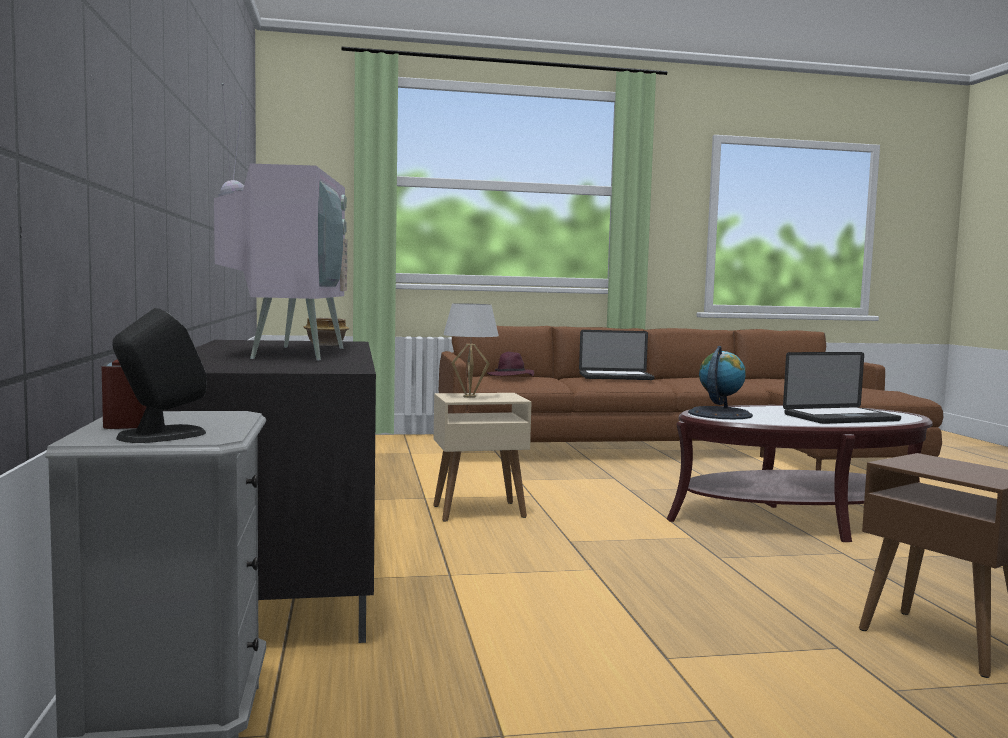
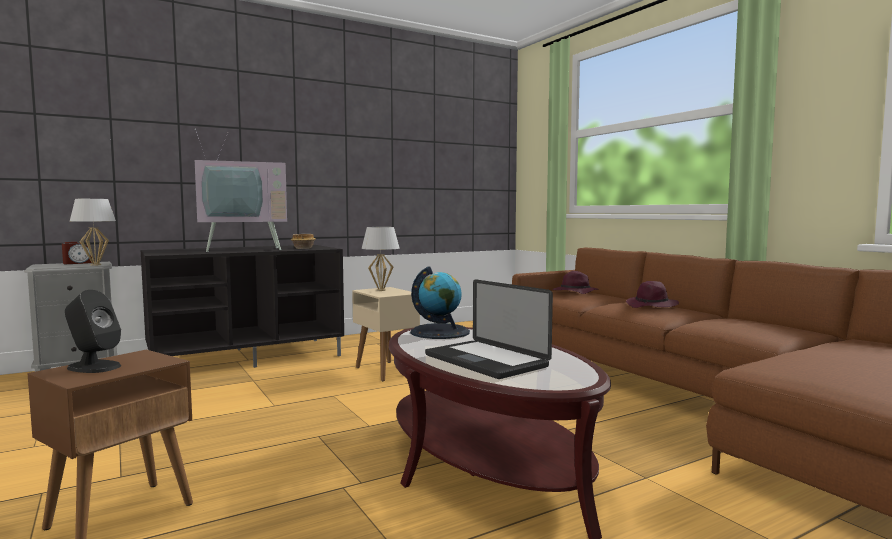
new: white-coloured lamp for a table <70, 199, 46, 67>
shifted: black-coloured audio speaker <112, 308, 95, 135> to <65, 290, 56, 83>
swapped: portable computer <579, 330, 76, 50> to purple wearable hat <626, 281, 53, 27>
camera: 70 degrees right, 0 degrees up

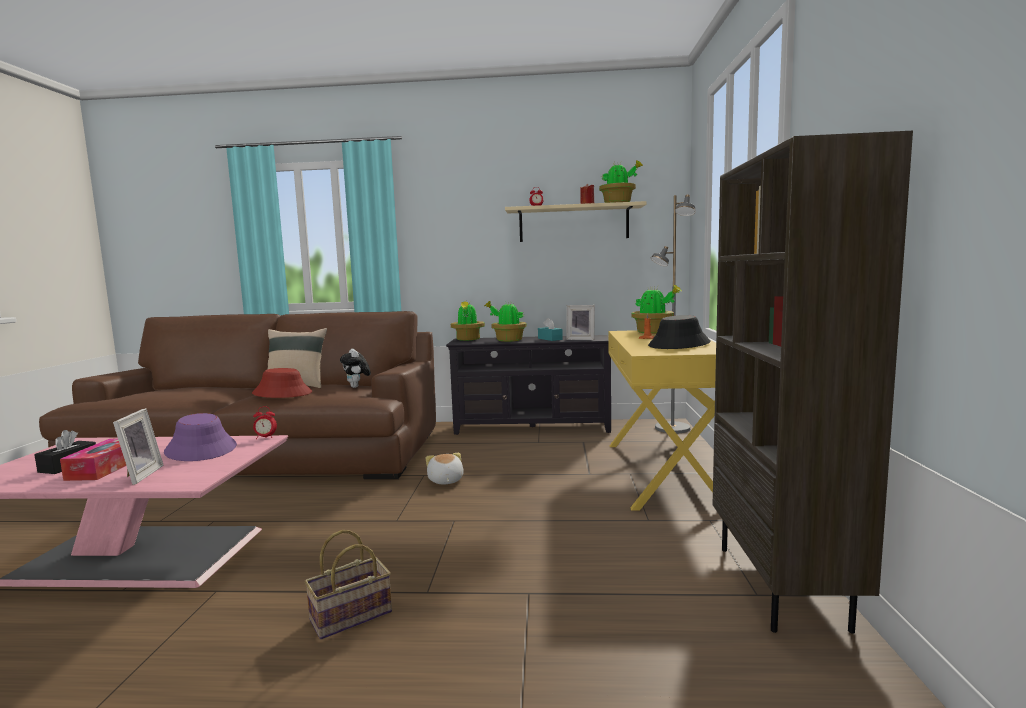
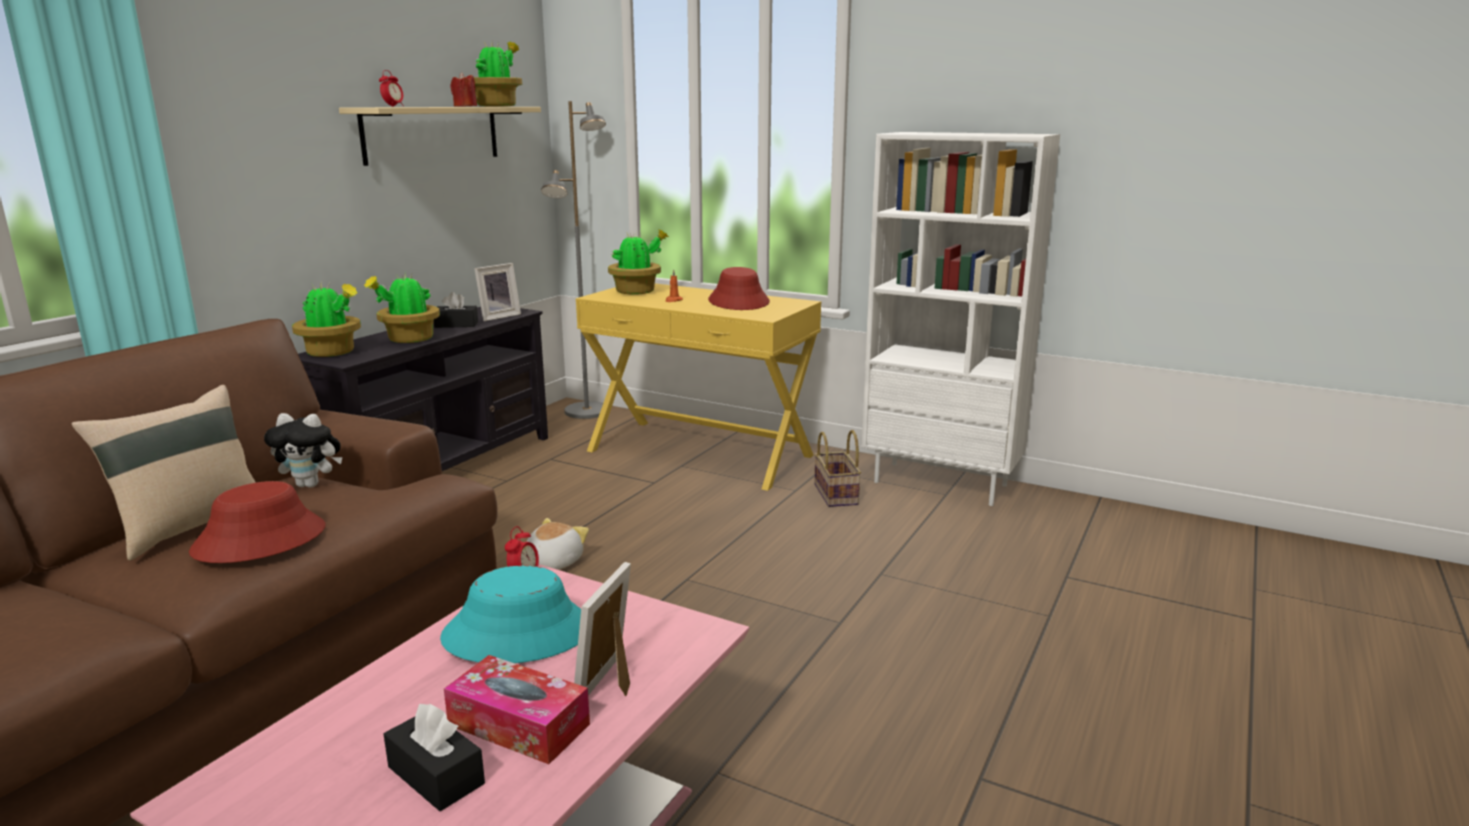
shifted: storage basket <304, 530, 88, 110> to <814, 430, 47, 77>
repainted: blue-green tissue holder <538, 318, 25, 23> to black-coloured tissue holder <434, 292, 44, 36>; purple wearable hat <164, 413, 73, 48> to blue-green wearable hat <440, 566, 141, 97>; black-coloured wearable hat <648, 315, 63, 34> to reddish wearable hat <708, 267, 62, 43>; brown-coloured shelving unit <713, 131, 200, 503> to white-coloured shelving unit <861, 132, 199, 374>
rotated: cuddly toy <426, 453, 38, 31> = <526, 518, 63, 52> 105 degrees clockwise; standing frame <113, 408, 51, 77> = <574, 562, 57, 134> 90 degrees counterclockwise
camera: 65 degrees left, 10 degrees up

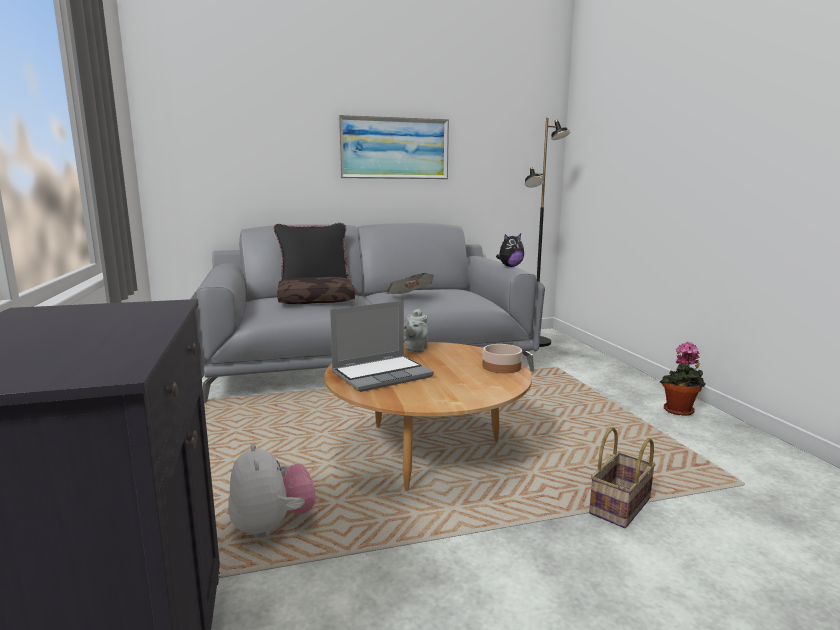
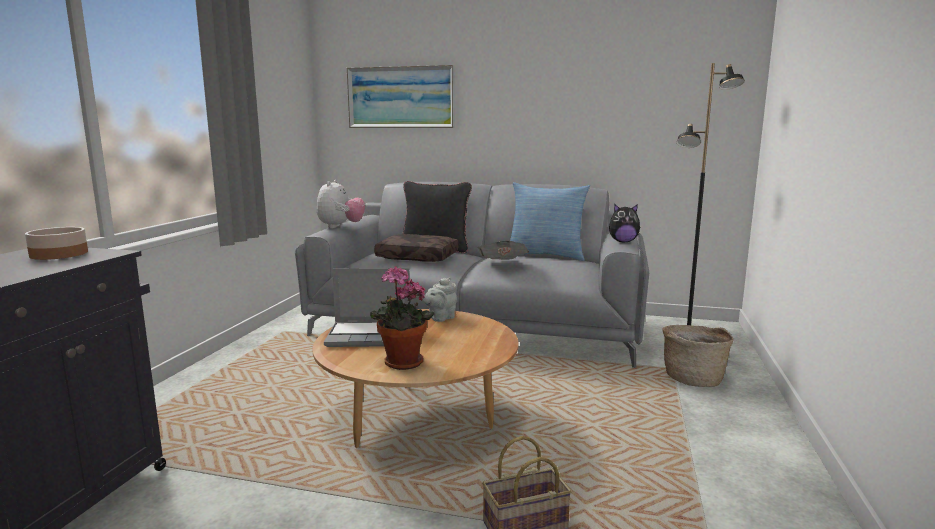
new: cushion <510, 182, 80, 79>; storage basket <662, 325, 71, 62>
shifted: deep dish <482, 344, 40, 29> to <25, 227, 63, 33>; cuddly toy <228, 443, 88, 95> to <317, 180, 48, 48>; wall art <339, 115, 110, 64> to <347, 65, 108, 63>; potted plant <660, 342, 46, 74> to <370, 266, 64, 104>
camera: 30 degrees right, 0 degrees up

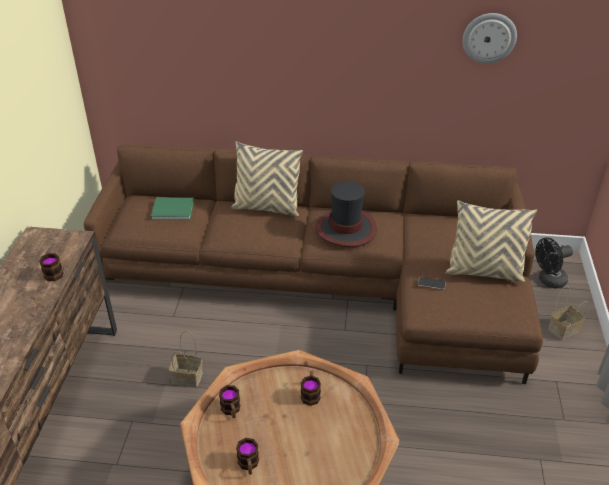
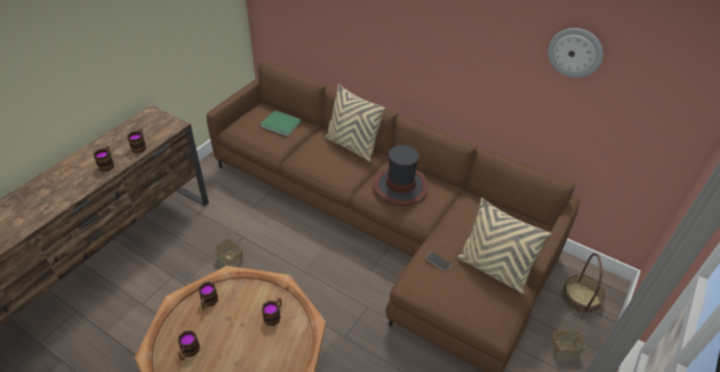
new: mug <93, 146, 21, 26>
swapped: black-coloured electric fan <535, 238, 38, 51> to storage basket <561, 253, 44, 61>
camera: 25 degrees right, 5 degrees up

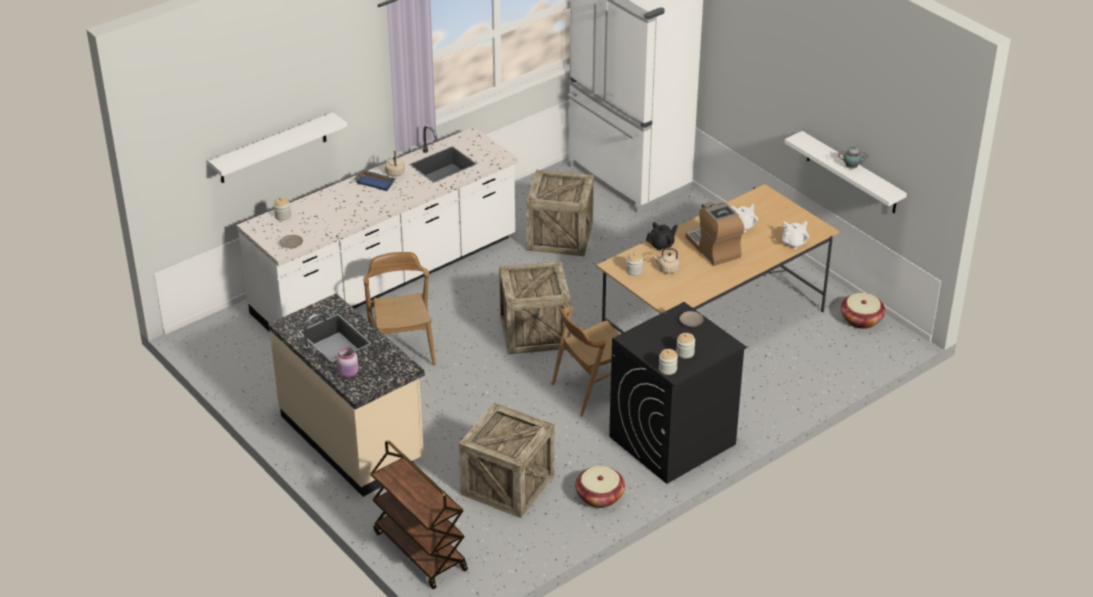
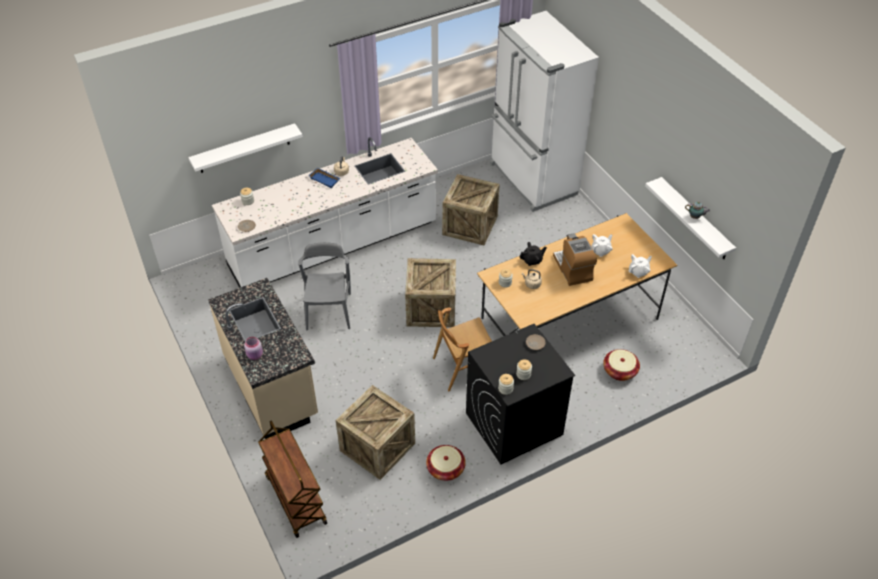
shifted: storage basket <841, 293, 44, 36> to <603, 349, 37, 32>
repainted: brown-coloured chair <363, 252, 73, 114> to greyish chair <298, 242, 53, 89>
camera: 10 degrees right, 10 degrees up

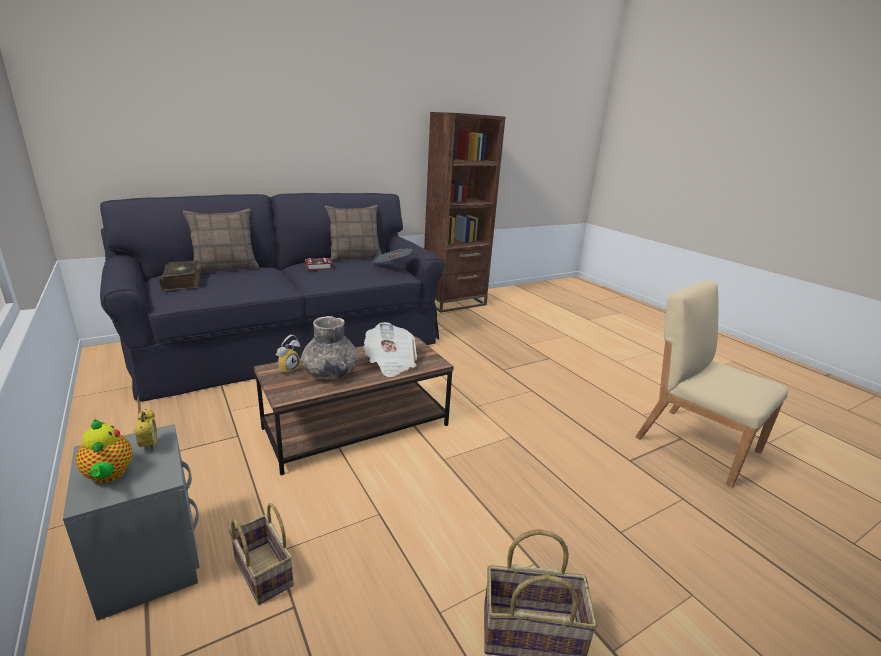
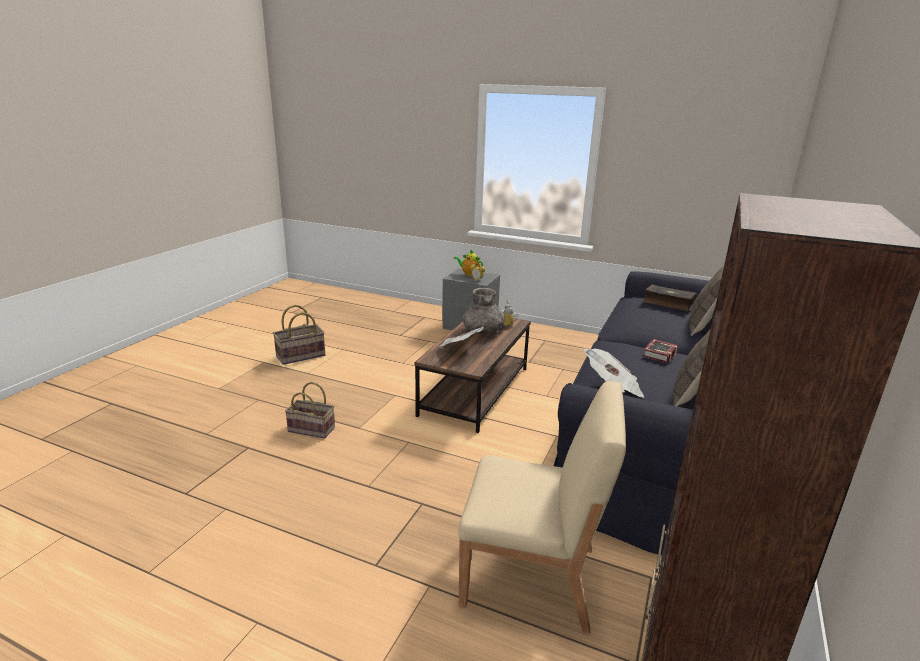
shifted: storage basket <229, 503, 65, 102> to <285, 382, 50, 56>; beige chair <636, 280, 152, 207> to <458, 381, 168, 253>
camera: 145 degrees right, 0 degrees up

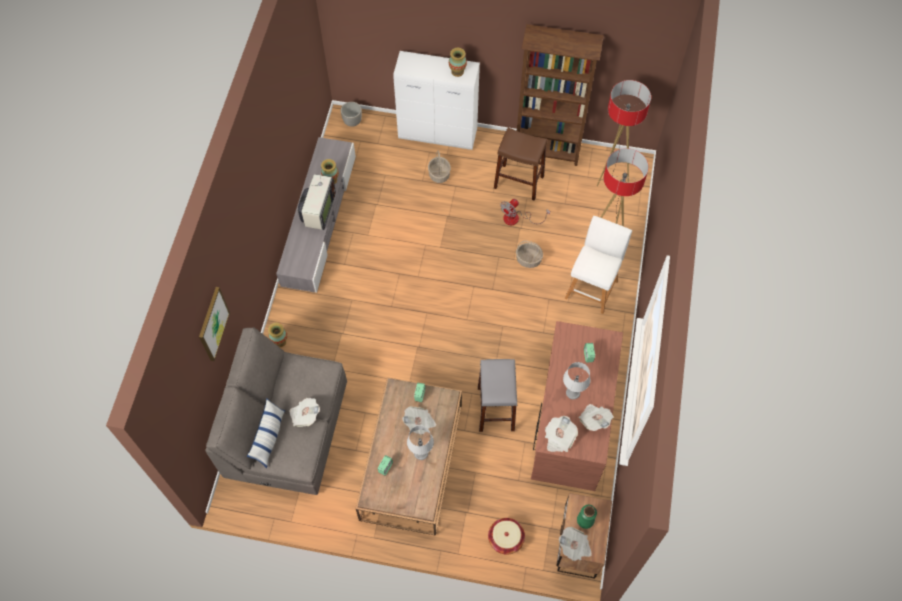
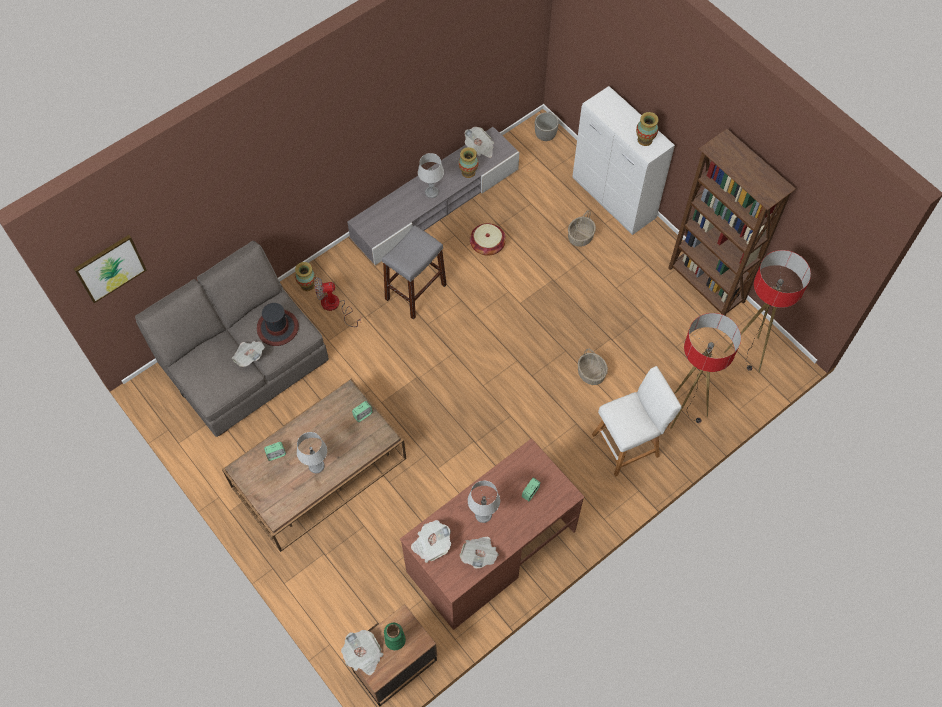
gone: cushion <247, 398, 38, 70>; brown-coloured stool <494, 128, 54, 73>
new: wearable hat <257, 303, 42, 43>
shifted: wall art <199, 287, 31, 74> to <74, 235, 73, 68>; electric fan <500, 199, 50, 26> to <315, 277, 46, 50>; greyish stool <478, 359, 39, 73> to <382, 225, 65, 95>; printed paper <402, 406, 34, 29> to <465, 127, 29, 31>; storage basket <488, 518, 37, 37> to <470, 223, 36, 33>
swapped: TV <298, 171, 38, 59> to greyish lamp for a table <418, 153, 26, 45>
camera: 40 degrees right, 0 degrees up

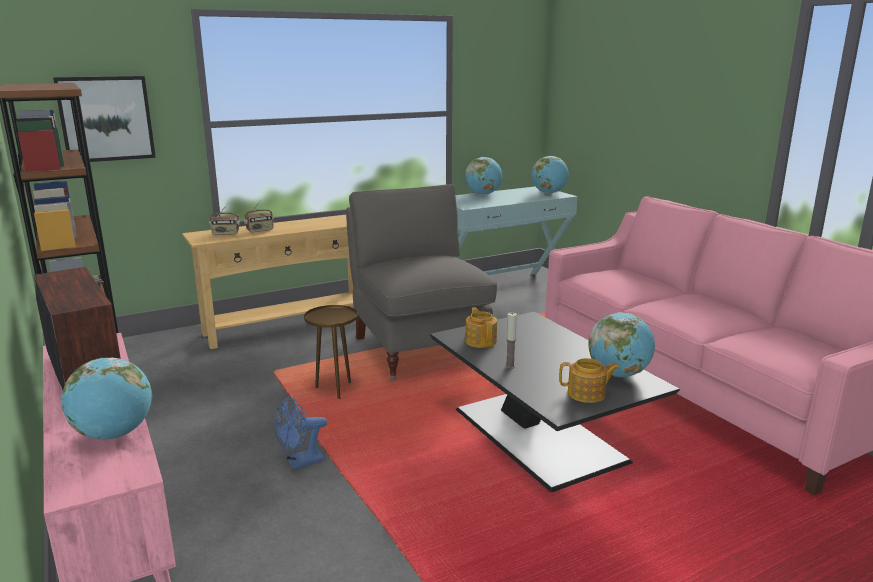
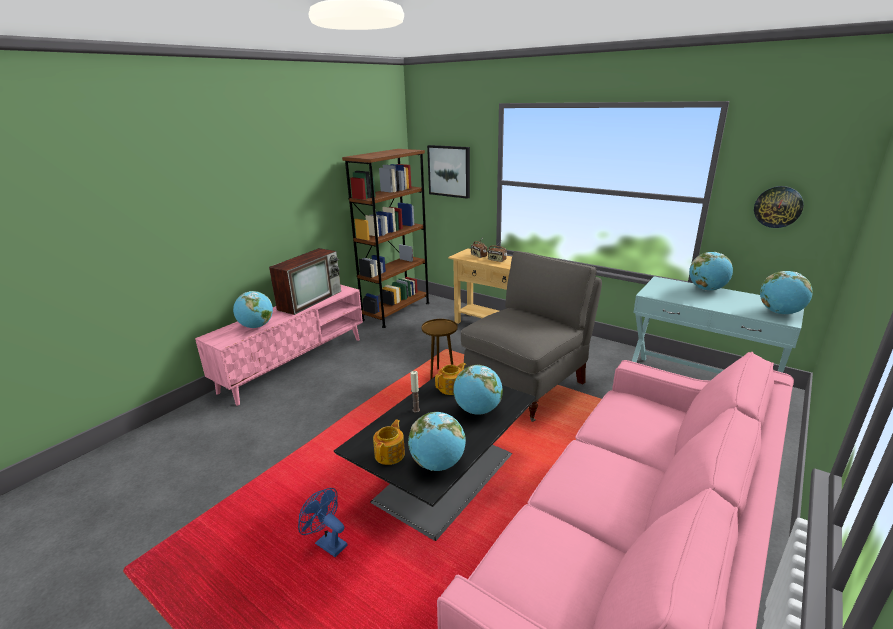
new: world globe <453, 365, 50, 50>; hanging clock <754, 186, 50, 42>
shifted: bluish electric fan <274, 396, 53, 74> to <298, 488, 49, 69>
rotated: teapot <559, 358, 60, 45> = <373, 420, 32, 45> 135 degrees counterclockwise
camera: 65 degrees right, 5 degrees up

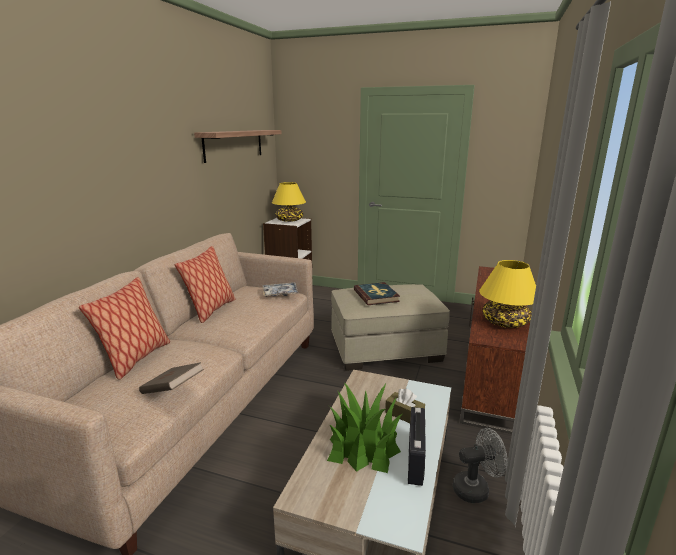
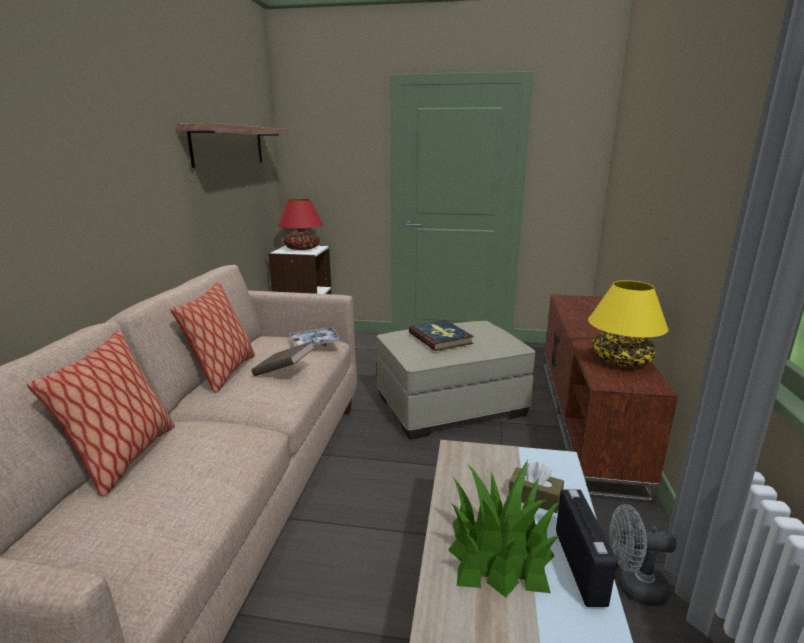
shifted: brown-coloured book <139, 362, 65, 32> to <251, 341, 64, 35>
repainted: yellow-coloured lamp for a table <272, 182, 34, 40> to reddish lamp for a table <278, 199, 45, 51>
rotated: greyish electric fan <453, 428, 55, 75> = <609, 504, 67, 102> 150 degrees counterclockwise
camera: 10 degrees left, 0 degrees up

